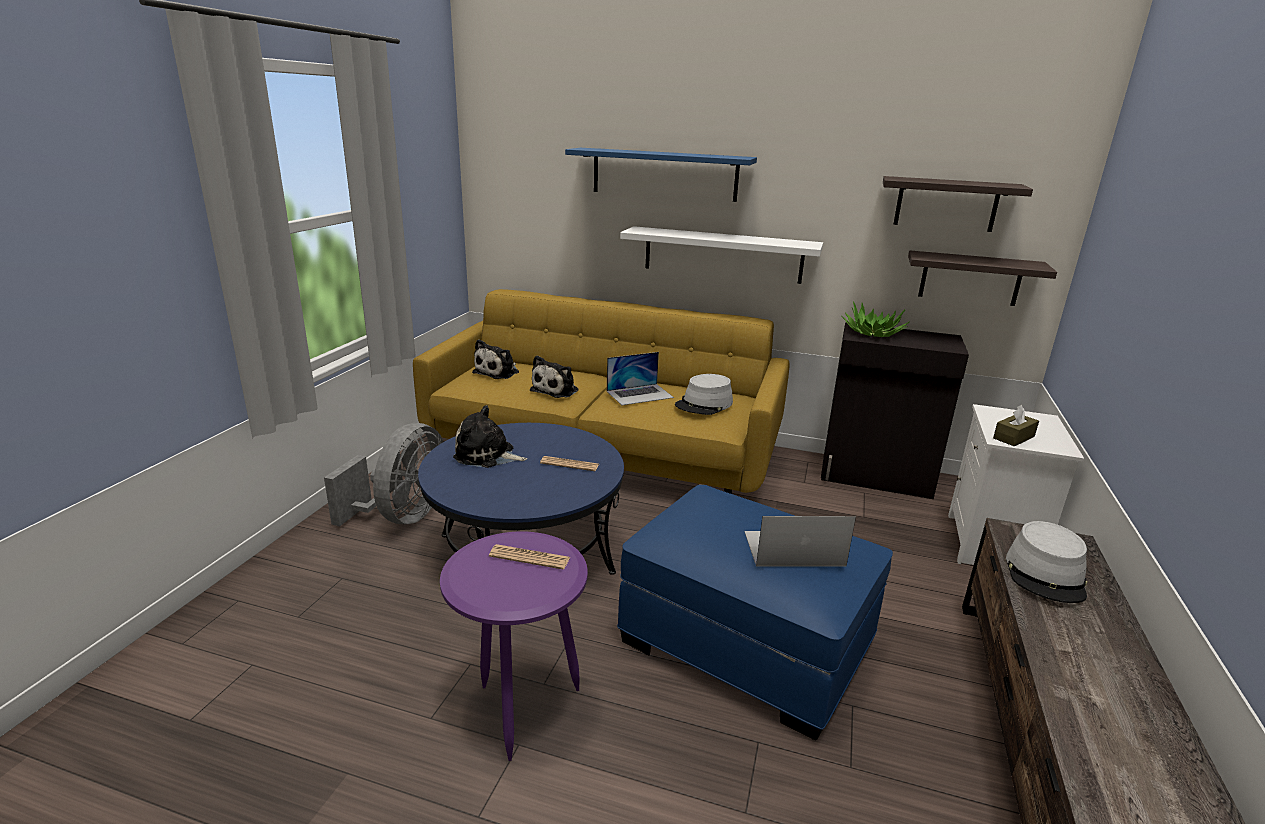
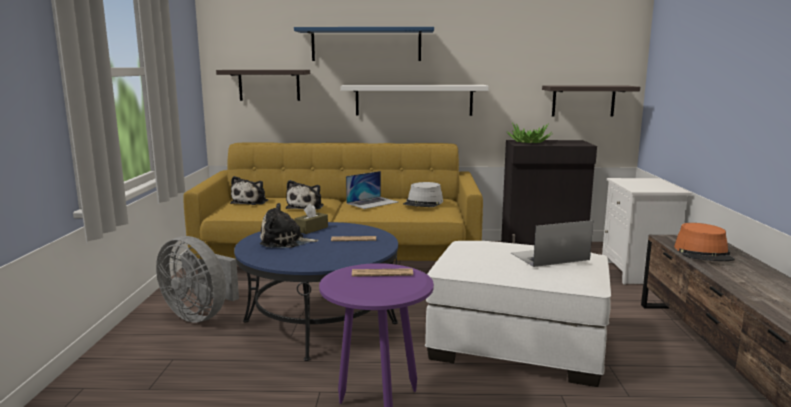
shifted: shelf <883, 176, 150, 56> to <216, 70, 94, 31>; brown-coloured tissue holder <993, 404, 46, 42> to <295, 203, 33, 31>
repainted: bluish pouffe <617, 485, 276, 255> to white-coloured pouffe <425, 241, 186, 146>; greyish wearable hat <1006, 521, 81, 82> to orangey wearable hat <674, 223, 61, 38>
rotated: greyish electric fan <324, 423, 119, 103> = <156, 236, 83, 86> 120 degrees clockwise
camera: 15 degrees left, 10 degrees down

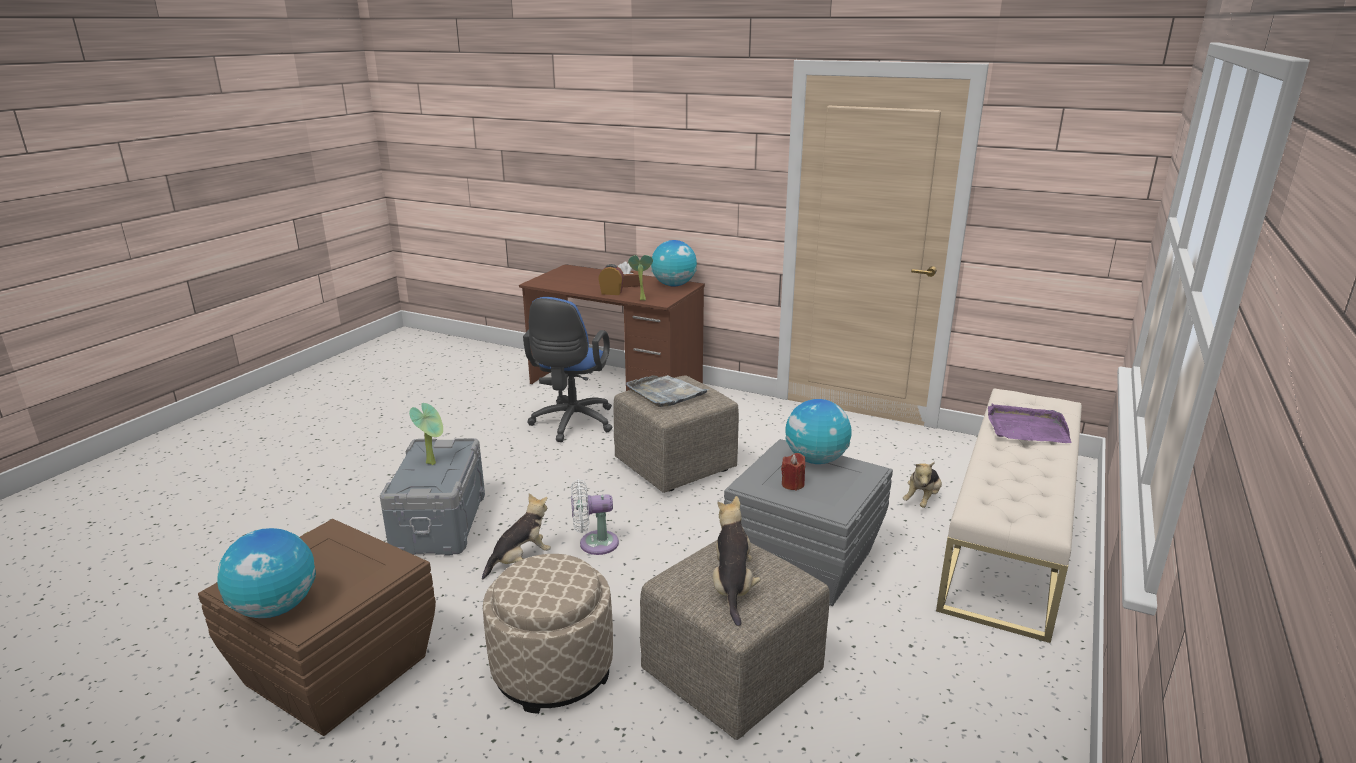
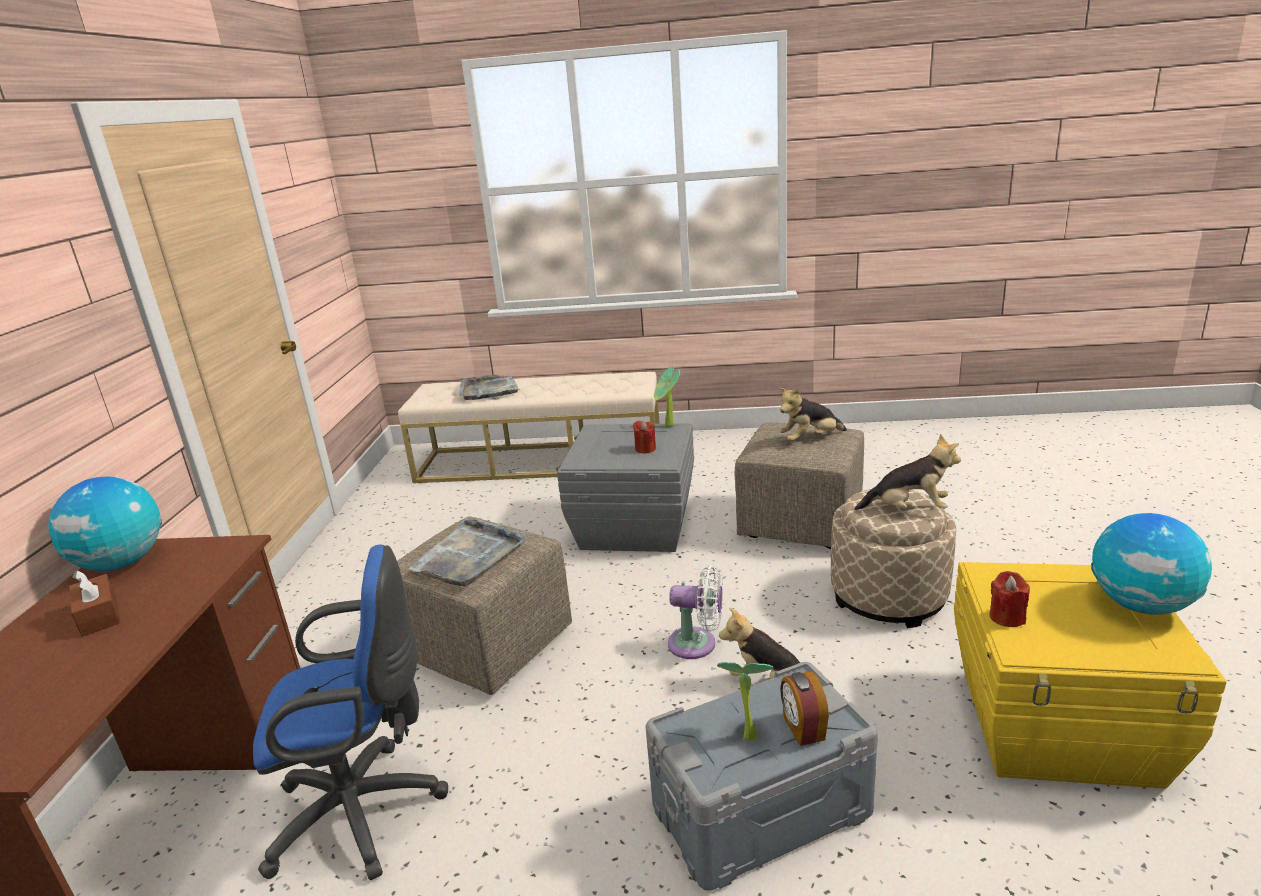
gone: world globe <785, 399, 67, 65>
new: reddish candle <990, 571, 40, 56>
shifted: potted plant <628, 255, 25, 45> to <654, 366, 26, 61>; alarm clock <598, 264, 26, 31> to <780, 671, 49, 75>; cuddly toy <903, 462, 39, 46> to <854, 434, 107, 76>
repainted: purple serving tray <988, 403, 84, 40> to greyish serving tray <459, 375, 61, 25>; brown-coloured storage bin <198, 519, 238, 217> to yellow-coloured storage bin <954, 562, 273, 227>
rotated: white-coloured electric fan <571, 479, 48, 76> = <668, 565, 55, 94> 45 degrees counterclockwise
camera: 110 degrees left, 0 degrees up

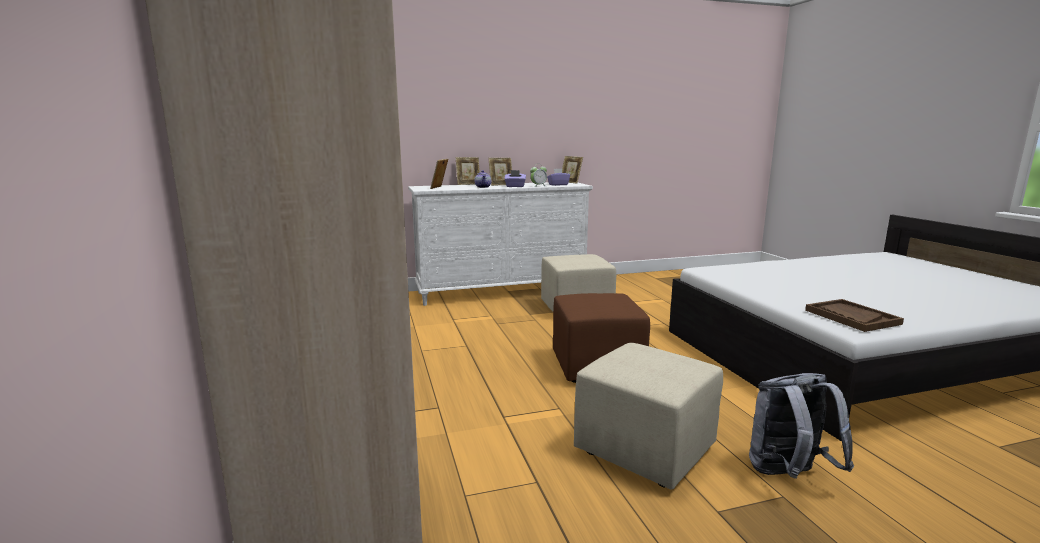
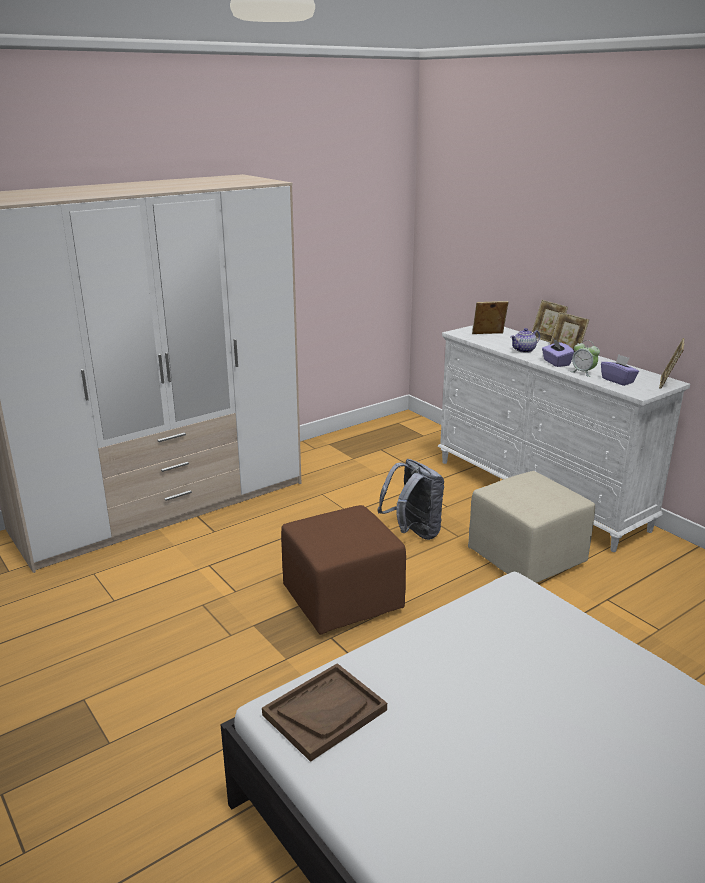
gone: beige pouffe <574, 343, 149, 147>
shifted: greyish knapsack <749, 373, 105, 106> to <377, 459, 68, 81>
camera: 70 degrees right, 10 degrees up

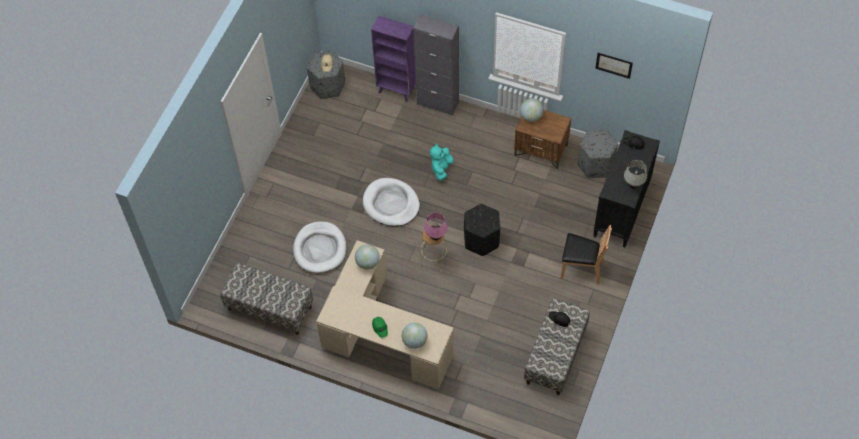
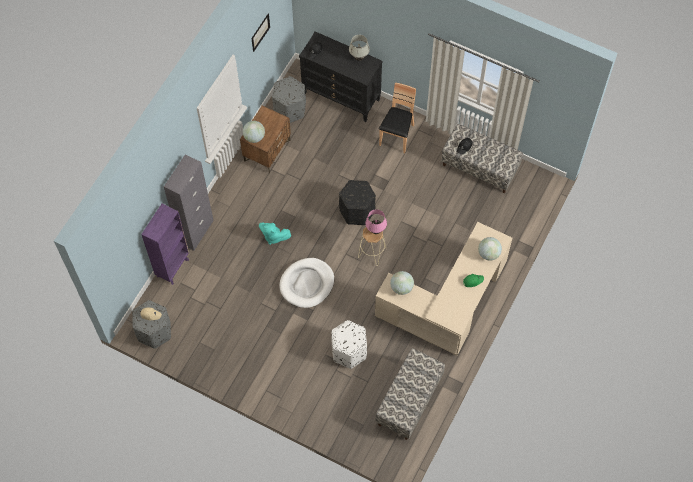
swapped: white-coloured dog cushion <293, 221, 53, 52> to white-coloured pouffe <331, 320, 36, 49>
camera: 85 degrees left, 5 degrees up

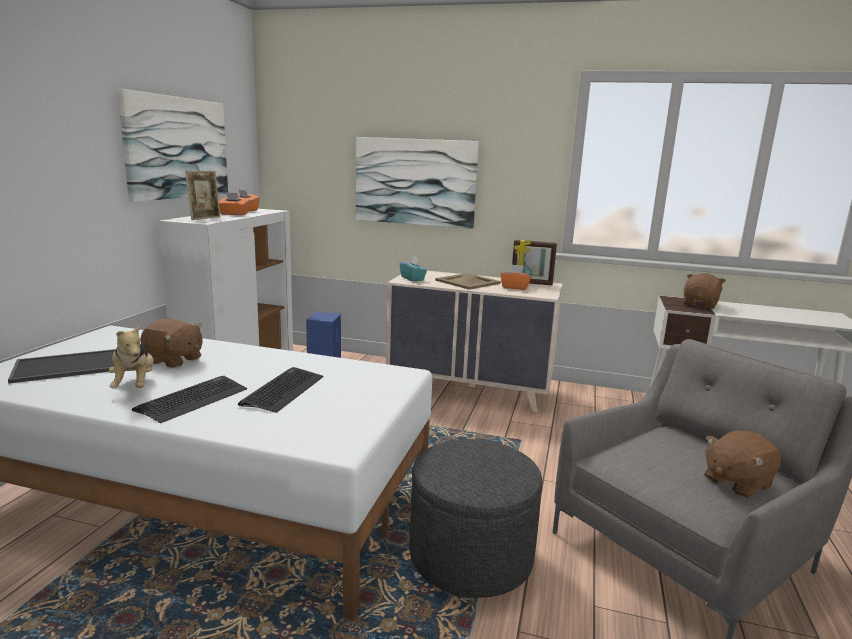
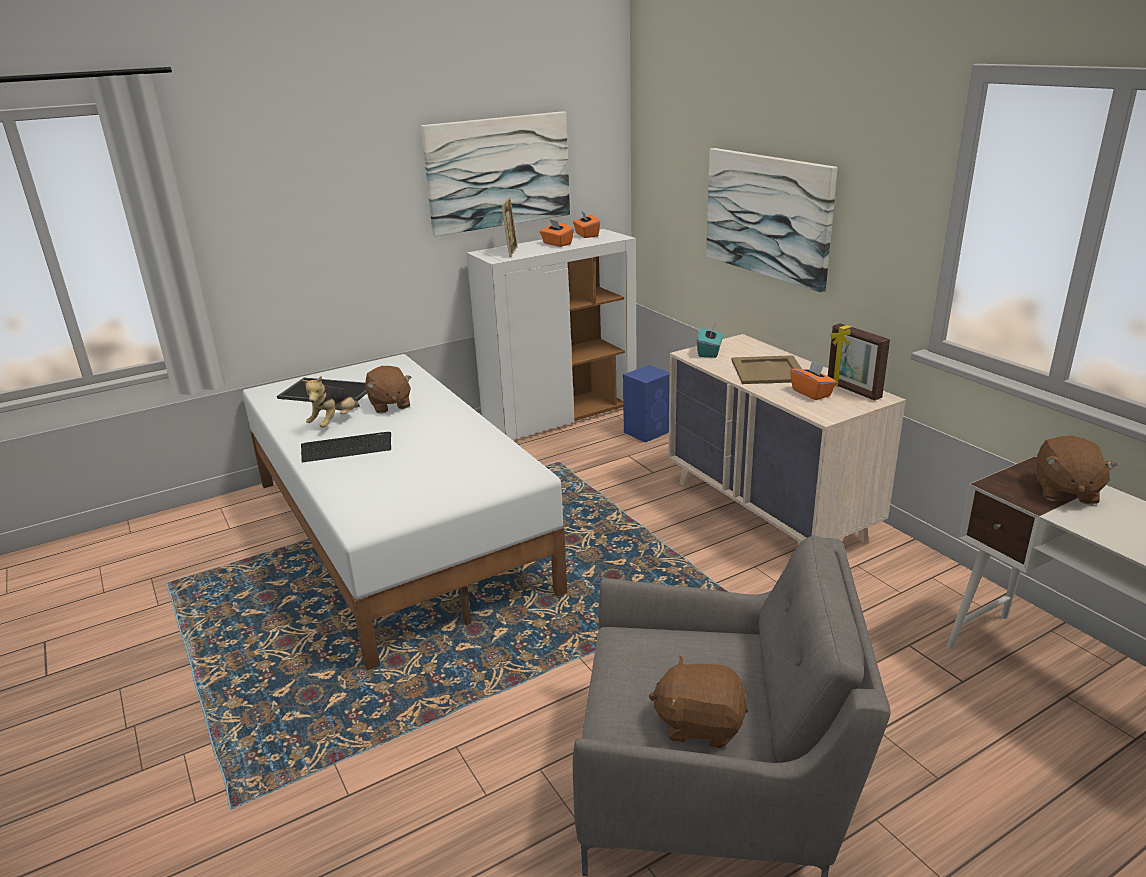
gone: computer keyboard <238, 367, 85, 46>; greyish pouffe <410, 439, 133, 159>
rotated: standing frame <185, 171, 36, 49> = <502, 198, 16, 59> 60 degrees counterclockwise; brown-coloured cuddly toy <684, 273, 42, 36> = <1037, 436, 80, 69> 120 degrees clockwise
camera: 45 degrees right, 10 degrees up

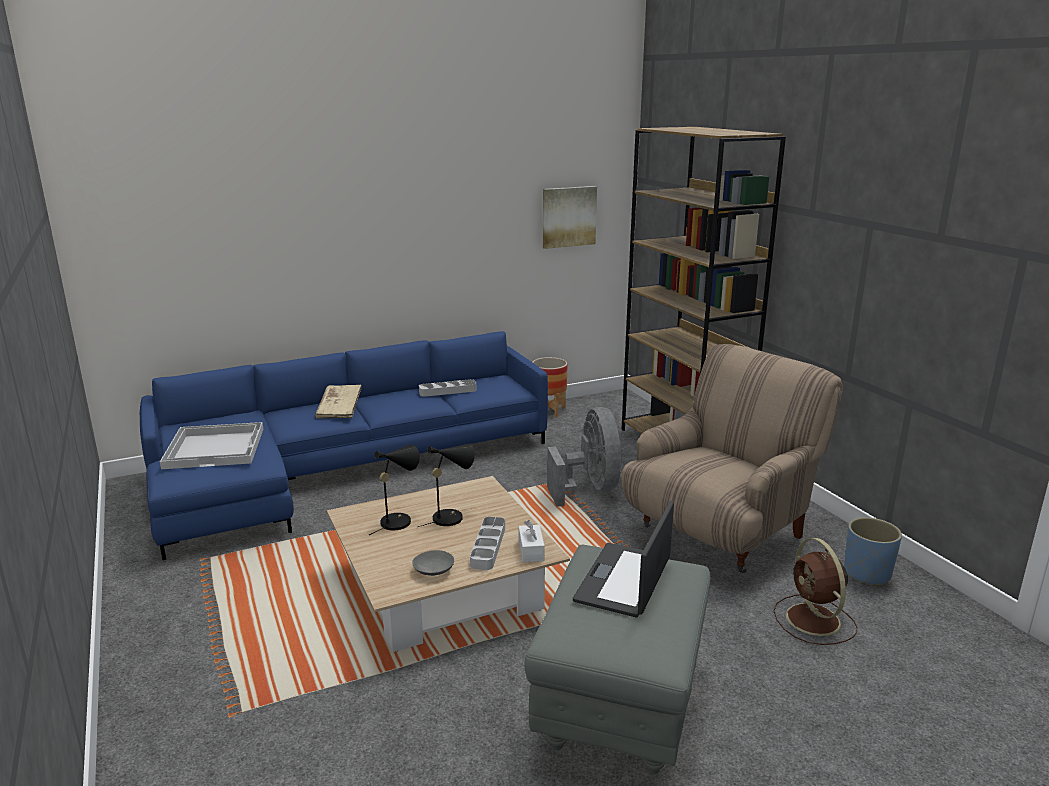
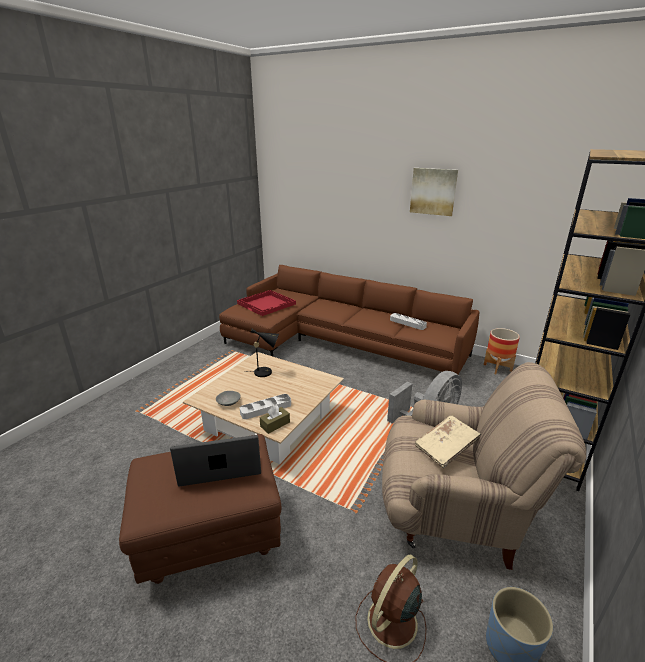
gone: black-coloured lamp for a table <418, 444, 57, 83>
shifted: wall art <543, 186, 54, 63> to <410, 168, 48, 48>; beige book <315, 385, 47, 34> to <415, 415, 66, 53>
repainted: greyish pouffe <525, 544, 186, 230> to brown-coloured pouffe <119, 434, 163, 150>; bluish couch <140, 331, 408, 229> to brown-coloured couch <219, 265, 261, 109>; white-coloured serving tray <160, 422, 103, 47> to reddish serving tray <237, 290, 59, 26>; white-coloured tissue holder <519, 520, 26, 42> to brown-coloured tissue holder <260, 405, 30, 29>
camera: 55 degrees right, 5 degrees up

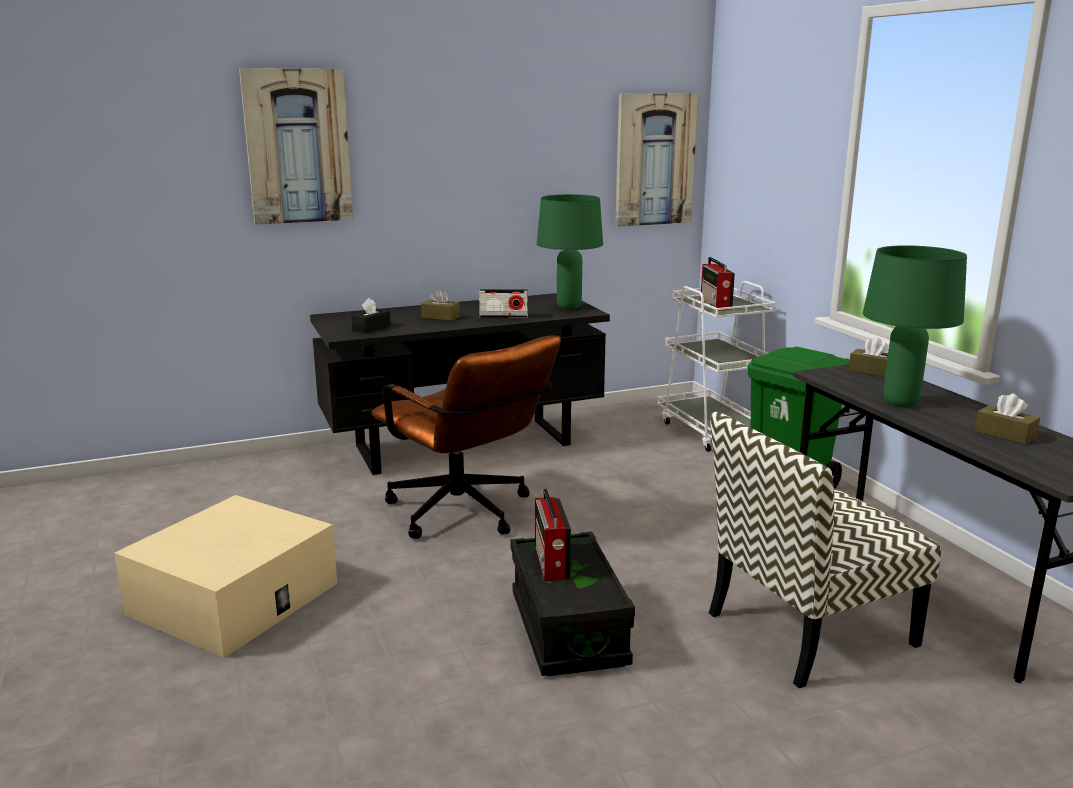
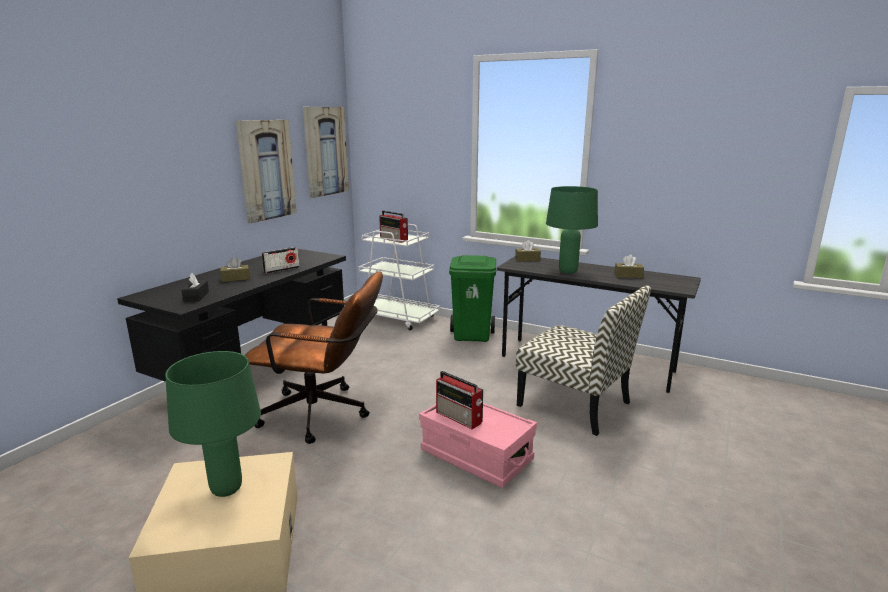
shifted: greenish lamp for a table <537, 194, 66, 116> to <165, 351, 96, 146>; wall art <239, 68, 114, 157> to <236, 120, 61, 103>
repainted: black-coloured storage bin <510, 532, 125, 144> to pinkish storage bin <419, 403, 118, 85>
rotated: chair <709, 412, 232, 276> = <516, 285, 135, 151> 75 degrees counterclockwise
camera: 40 degrees left, 0 degrees up

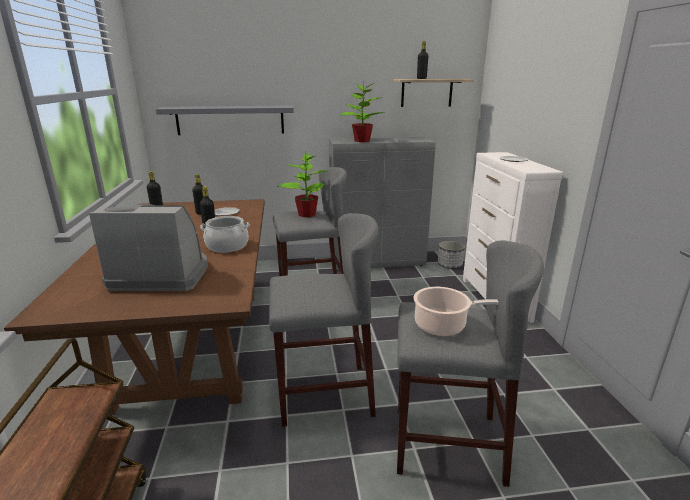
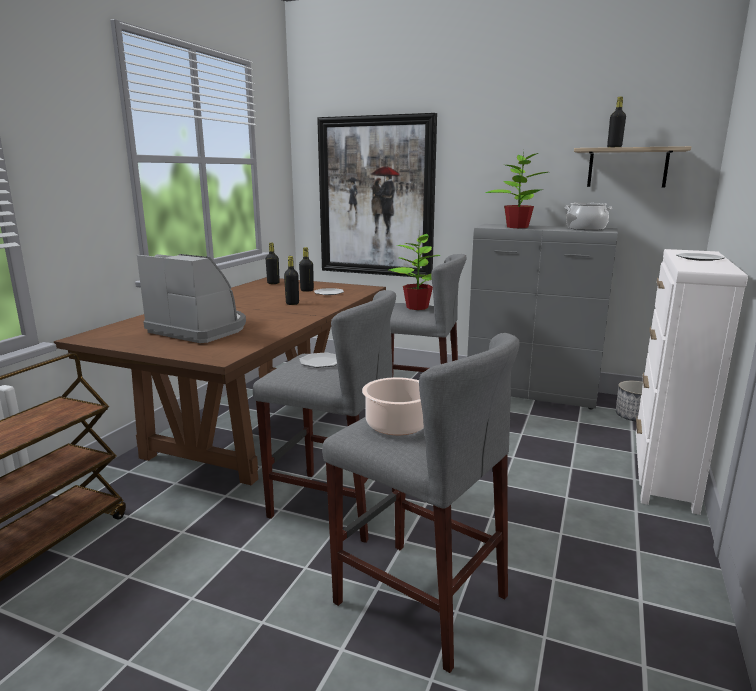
new: plate <299, 352, 38, 16>
shifted: saucepot <200, 216, 50, 37> to <565, 203, 47, 27>
swapped: greyish shelf <156, 106, 138, 29> to wall art <317, 113, 120, 165>
camera: 30 degrees right, 5 degrees down

